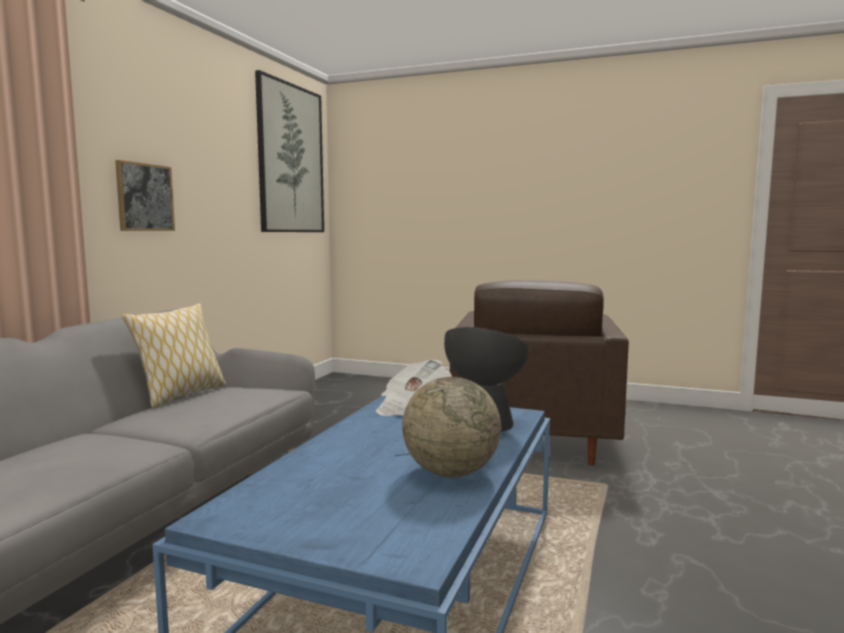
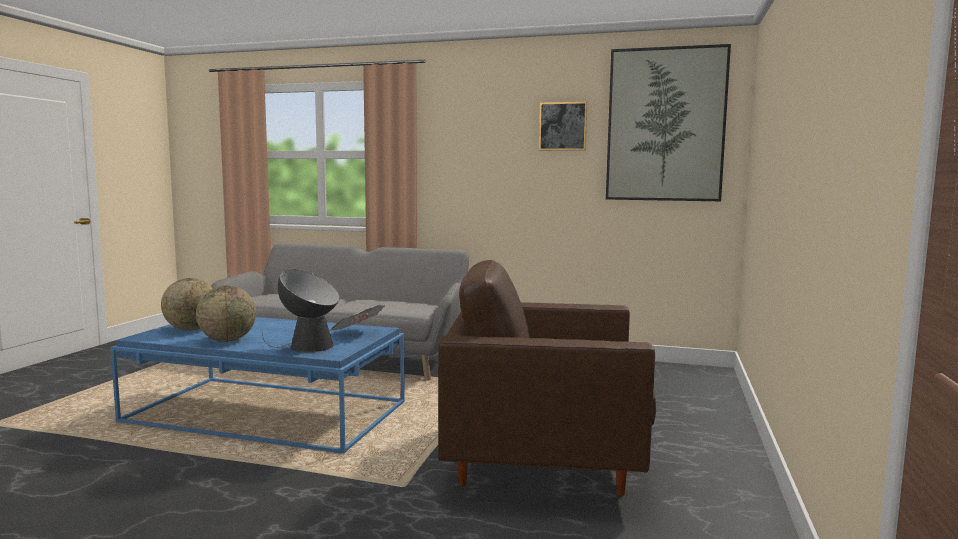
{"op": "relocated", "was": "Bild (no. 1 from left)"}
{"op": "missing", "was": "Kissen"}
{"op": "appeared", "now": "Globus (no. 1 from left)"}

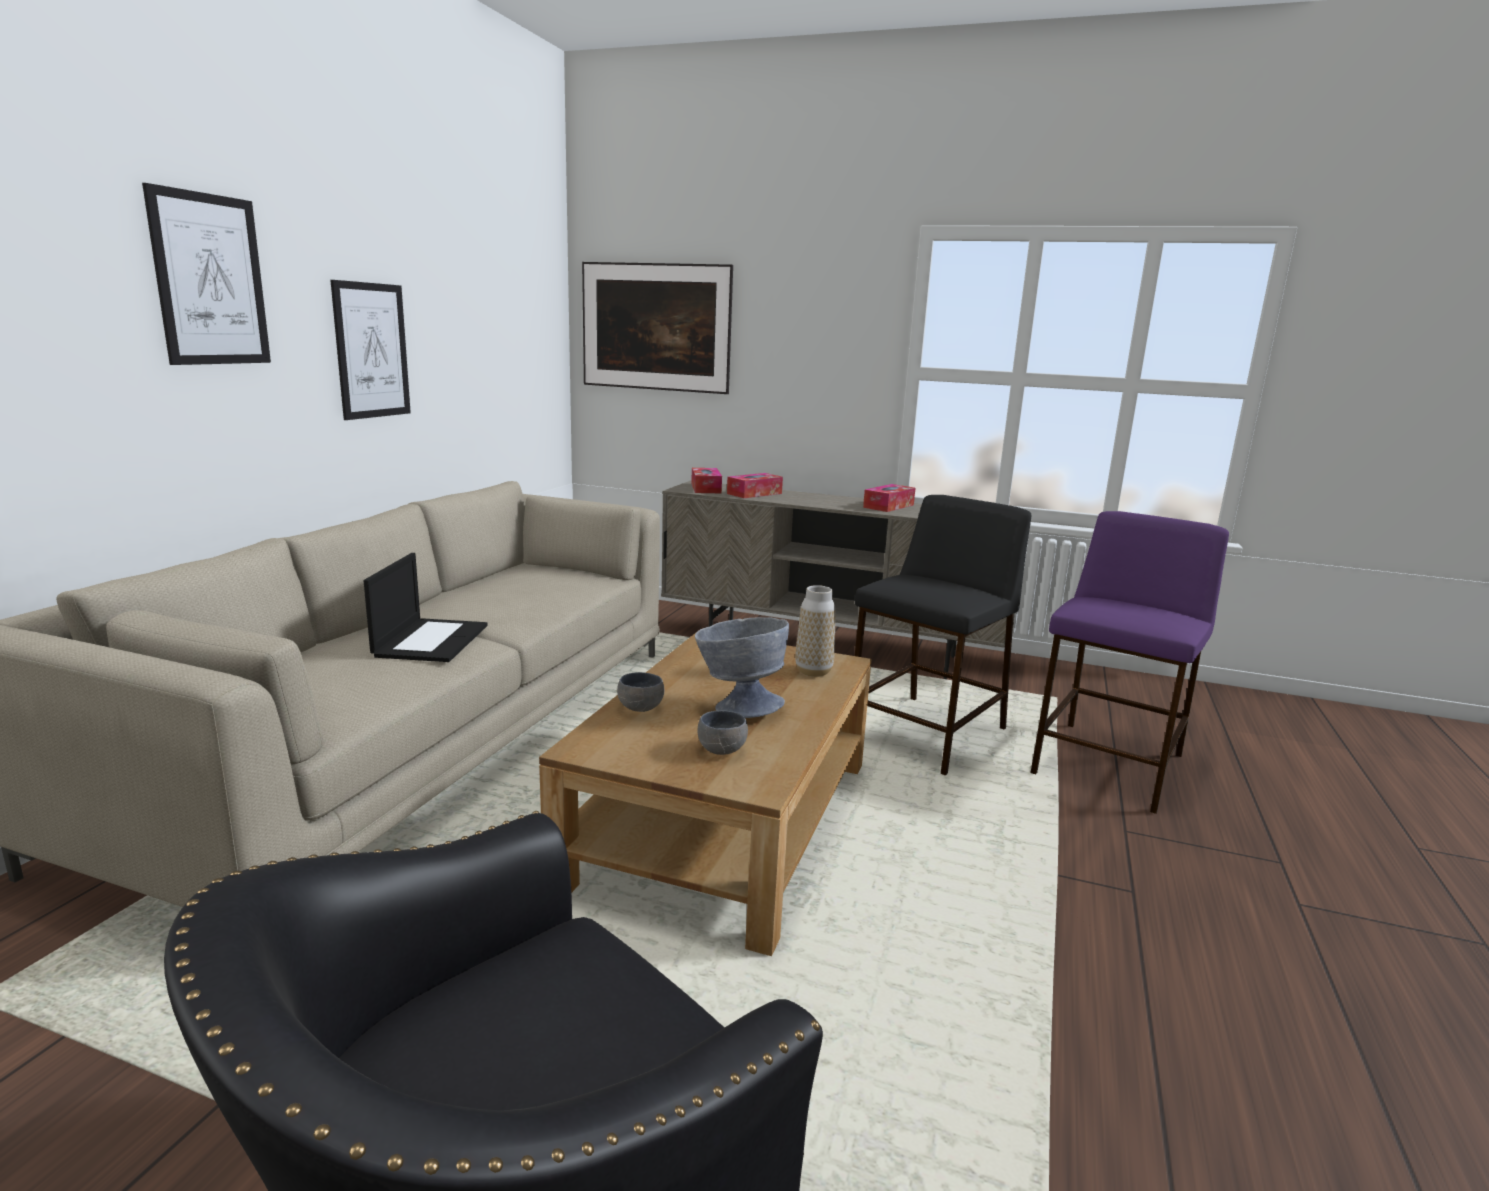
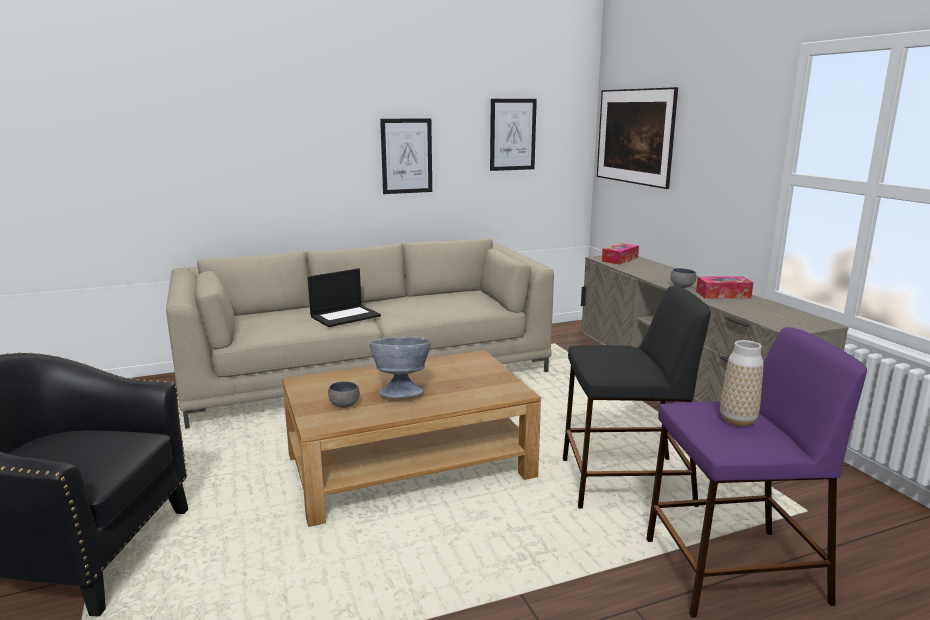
{"op": "relocated", "was": "Bild (no. 1 from left in the first image)", "now": "Bild (no. 2 from left)"}
{"op": "relocated", "was": "Schüssel [grau] (no. 1 from left in the first image)", "now": "Schüssel [grau] (no. 3 from left)"}
{"op": "missing", "was": "Taschentuchbox (no. 2 from left)"}
{"op": "relocated", "was": "Vase"}

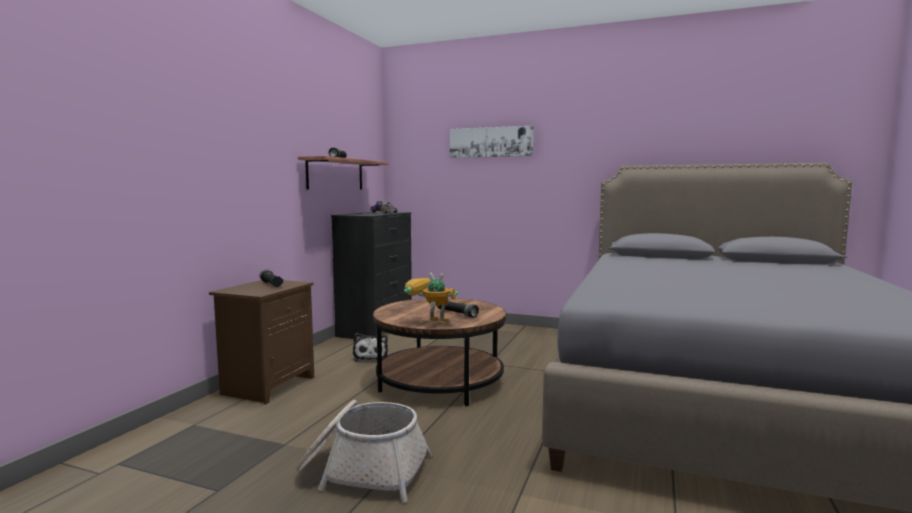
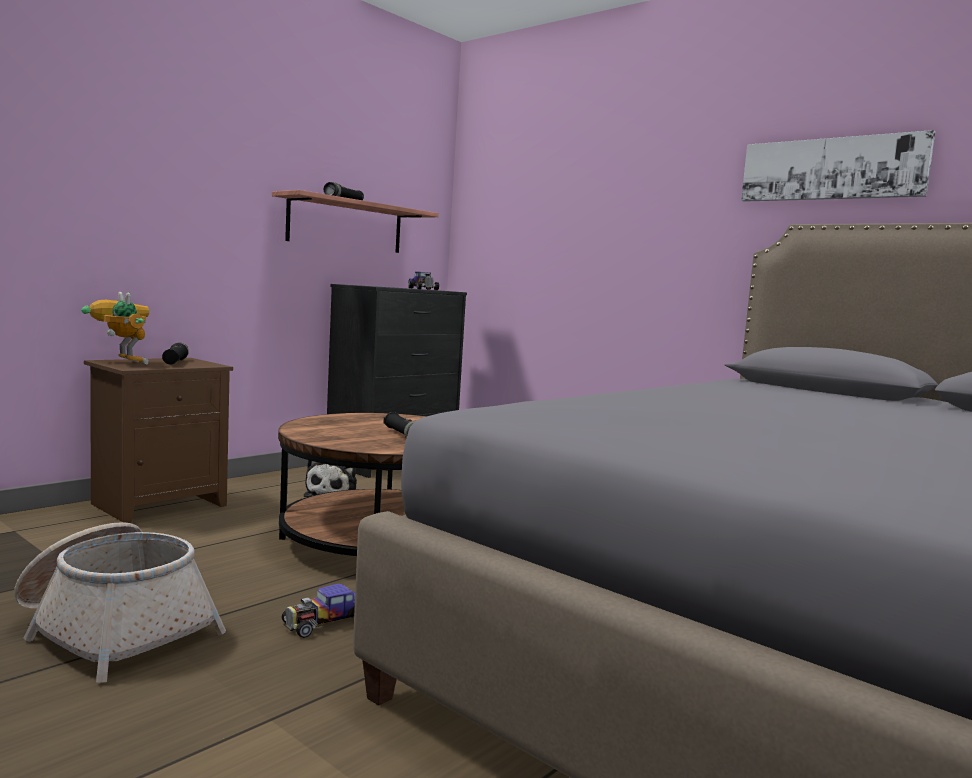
{"op": "relocated", "was": "Spielzeugroboter"}
{"op": "relocated", "was": "Bild"}
{"op": "appeared", "now": "Spielzeugauto (no. 1 from left)"}

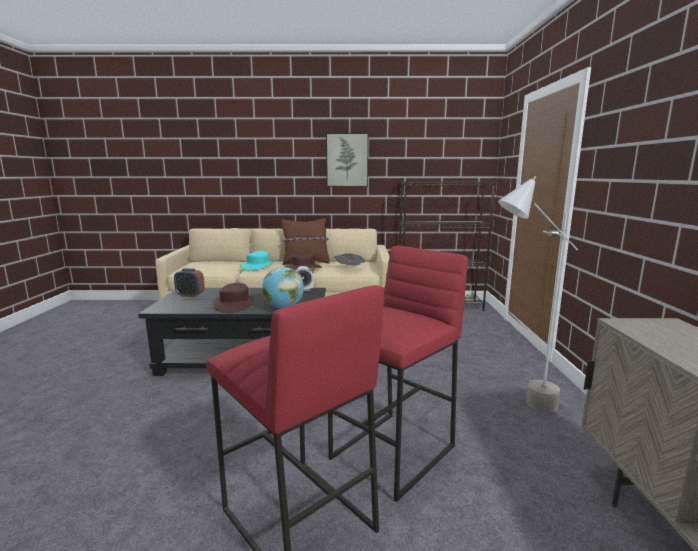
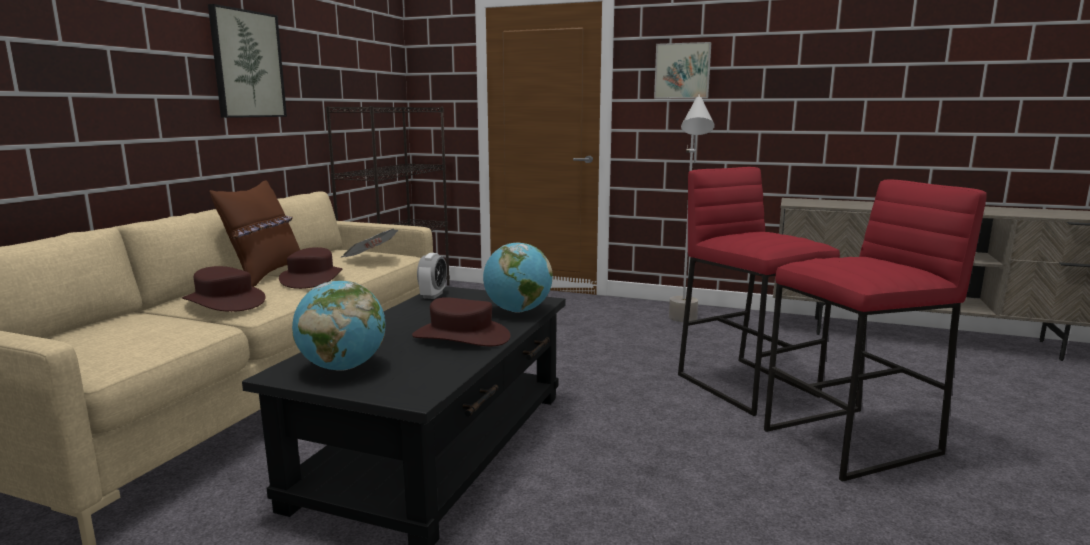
{"op": "exchanged", "was": "Wecker (no. 1 from left)", "now": "Globus (no. 1 from left)"}
{"op": "colour", "was": "Hut [türkis]", "now": "Hut [braun] (no. 1 from left)"}
{"op": "appeared", "now": "Bild (no. 2 from left)"}

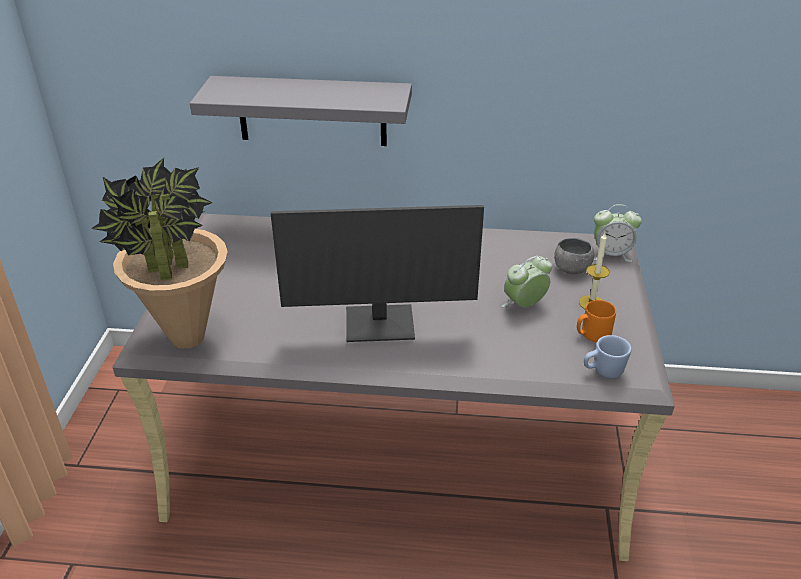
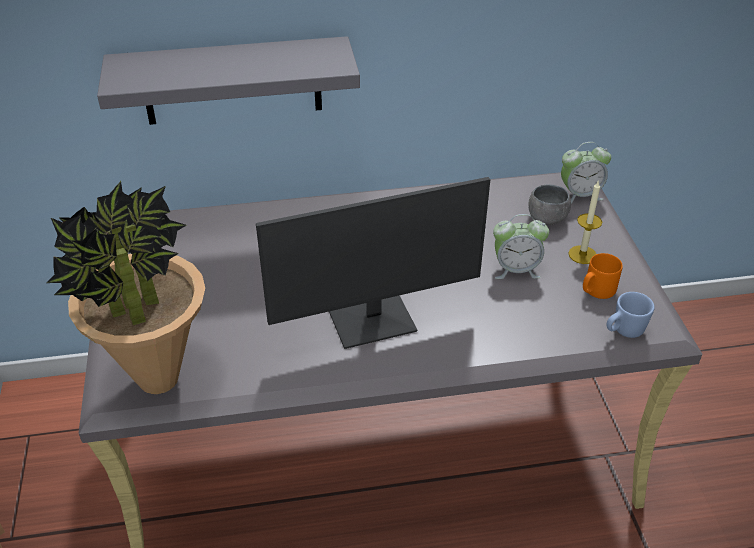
{"op": "spun", "was": "Wecker (no. 1 from left)", "clockwise": -135}

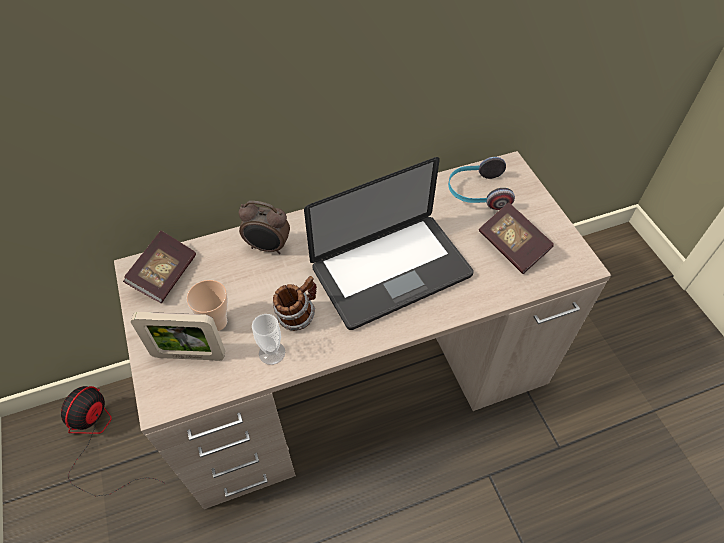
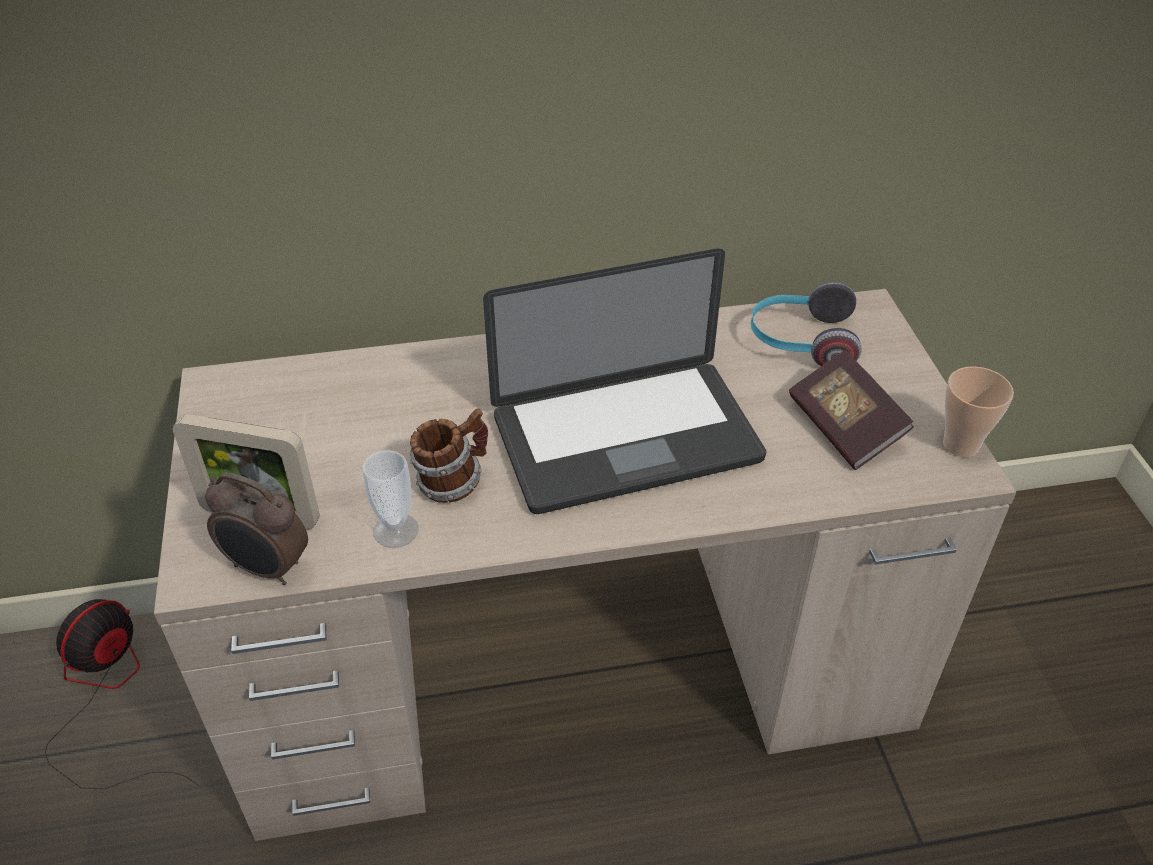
{"op": "missing", "was": "Buch (no. 1 from left)"}
{"op": "relocated", "was": "Tasse (no. 1 from left in the first image)", "now": "Tasse (no. 2 from left)"}
{"op": "relocated", "was": "Wecker"}

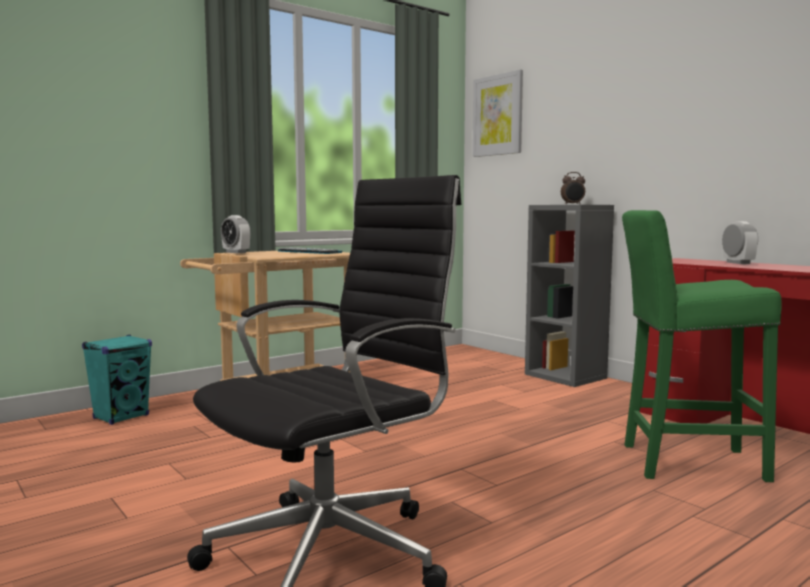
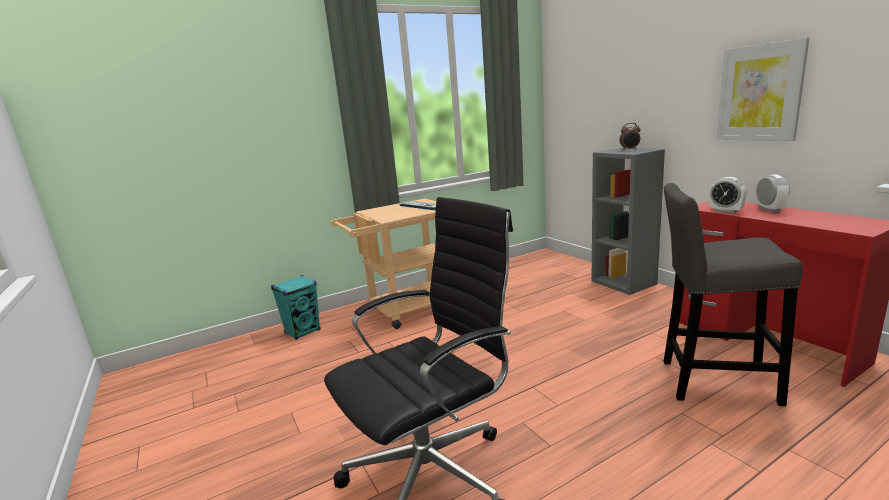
{"op": "relocated", "was": "Wecker (no. 1 from left in the first image)", "now": "Wecker (no. 2 from left)"}
{"op": "relocated", "was": "Bild"}
{"op": "colour", "was": "Hocker [grün]", "now": "Hocker [grau]"}

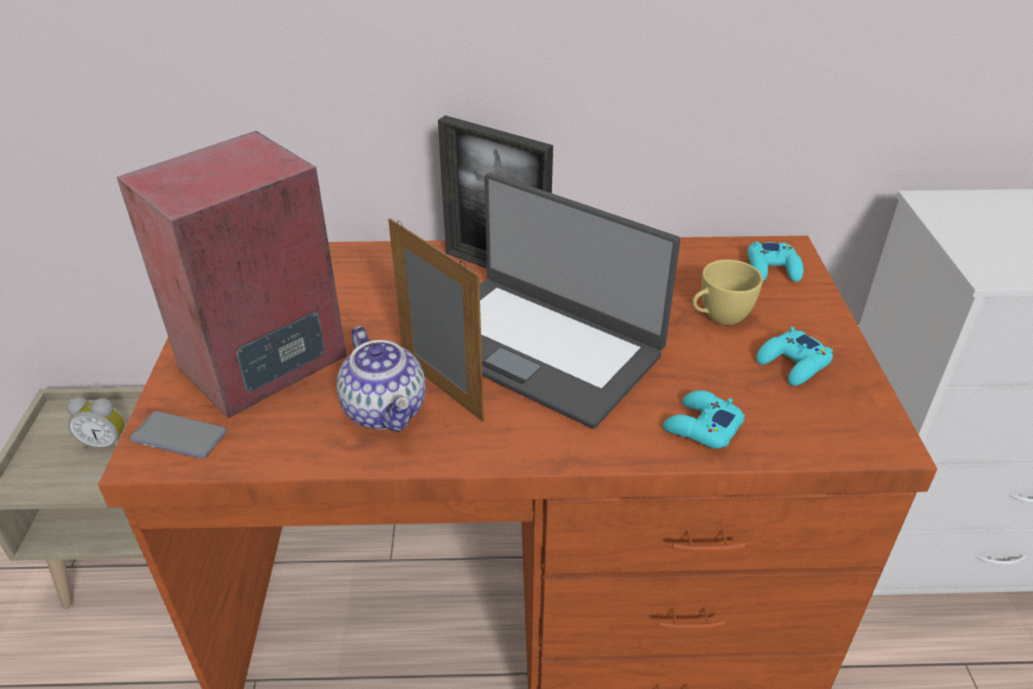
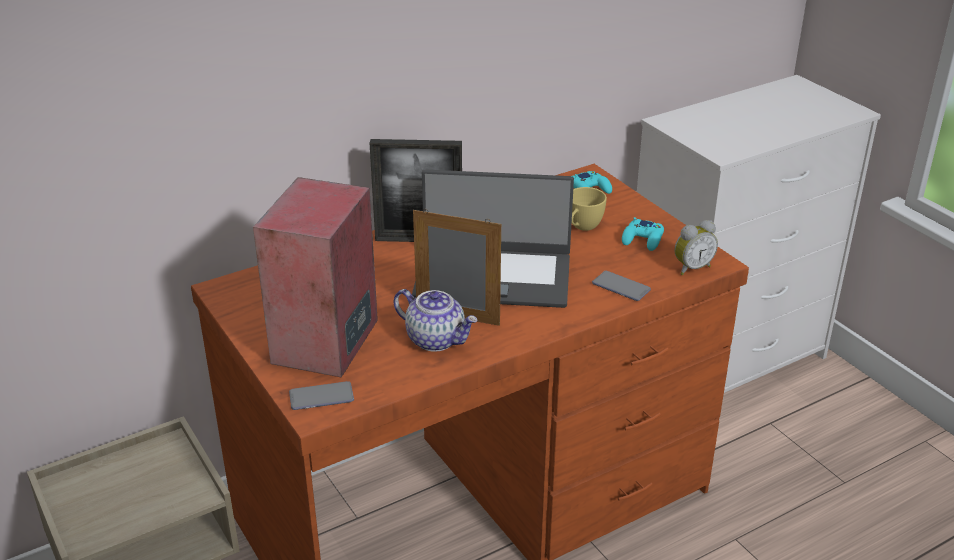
{"op": "relocated", "was": "Wecker"}
{"op": "exchanged", "was": "Gamepad [türkis] (no. 1 from left)", "now": "Handy (no. 2 from left)"}

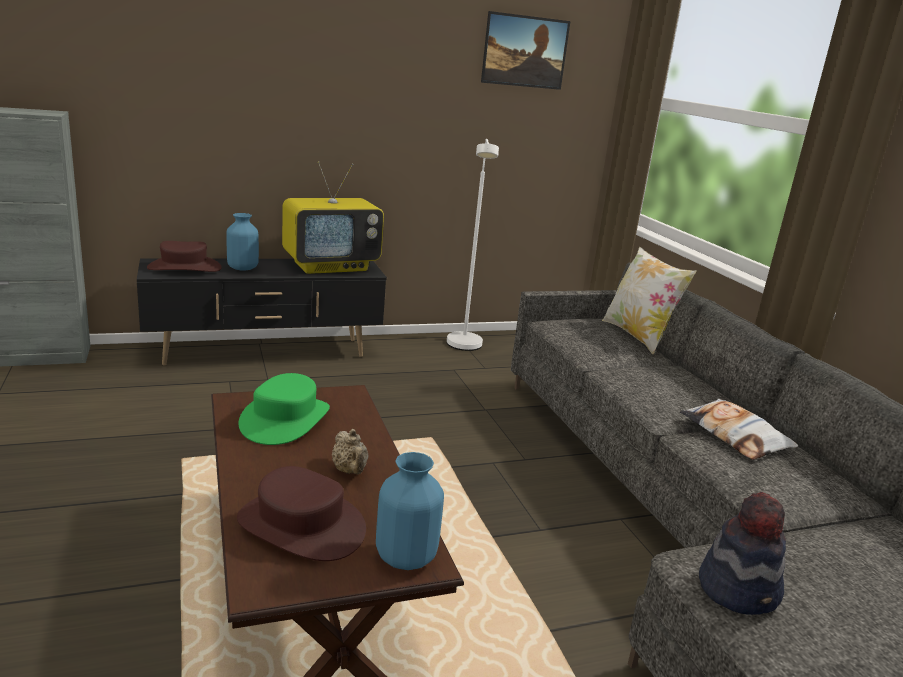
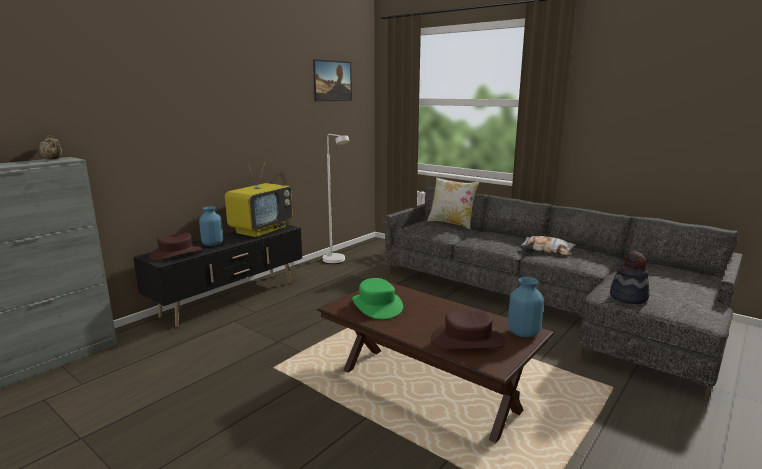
{"op": "relocated", "was": "Teekanne [beige]"}

